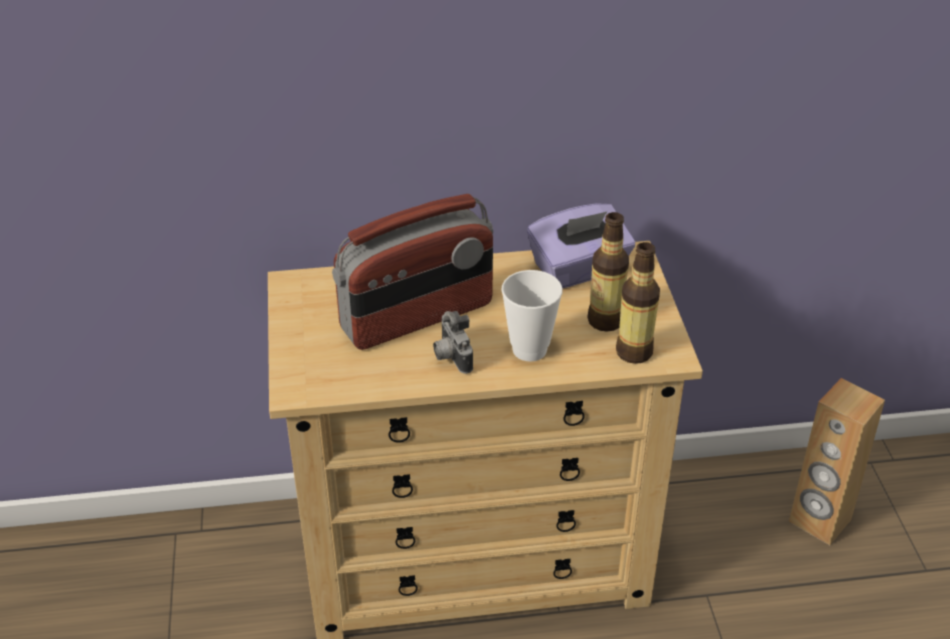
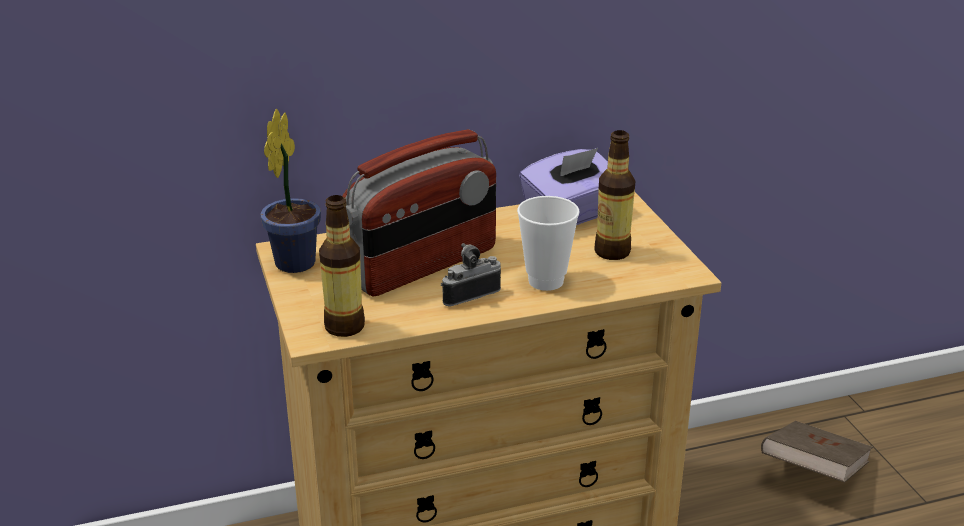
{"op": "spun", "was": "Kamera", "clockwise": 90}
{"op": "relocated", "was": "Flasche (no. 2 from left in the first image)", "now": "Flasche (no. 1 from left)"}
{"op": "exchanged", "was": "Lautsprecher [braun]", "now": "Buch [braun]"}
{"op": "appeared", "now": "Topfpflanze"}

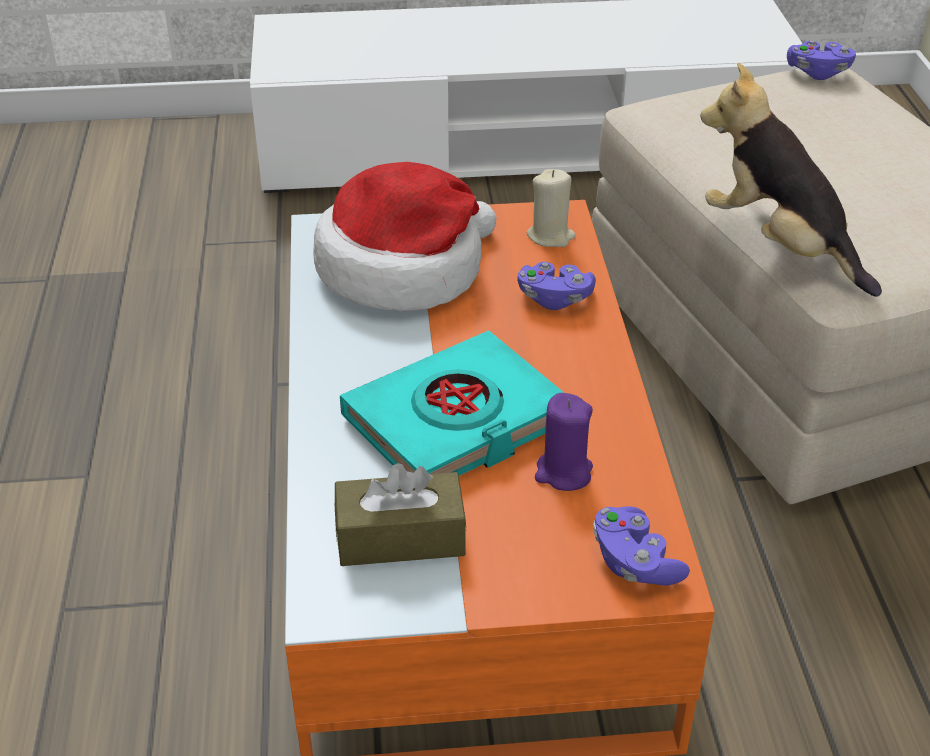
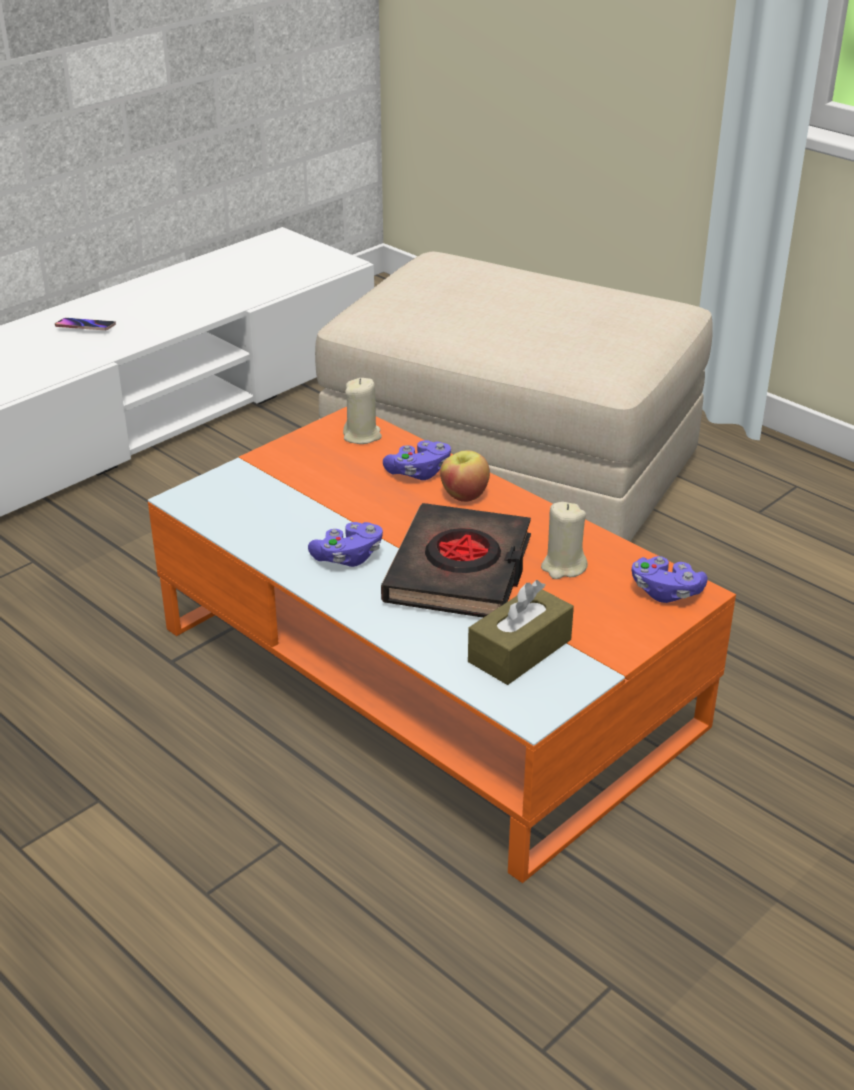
{"op": "missing", "was": "Hut"}
{"op": "colour", "was": "Buch [türkis]", "now": "Buch [schwarz]"}
{"op": "colour", "was": "Kerze [lila]", "now": "Kerze [beige] (no. 2 from left)"}
{"op": "missing", "was": "Plüschtier"}
{"op": "relocated", "was": "Gamepad [lila] (no. 3 from left in the first image)", "now": "Gamepad [lila] (no. 1 from left)"}
{"op": "appeared", "now": "Handy"}
{"op": "appeared", "now": "Apfel"}

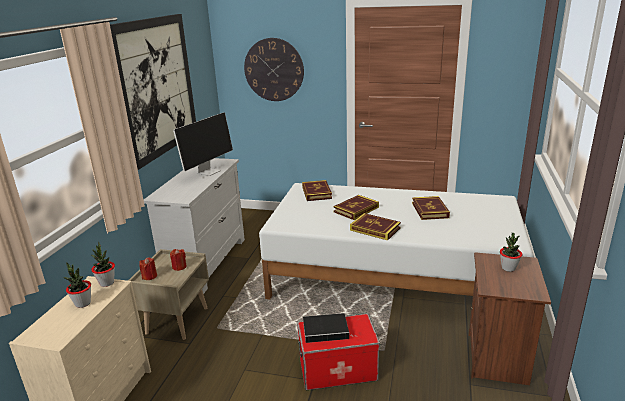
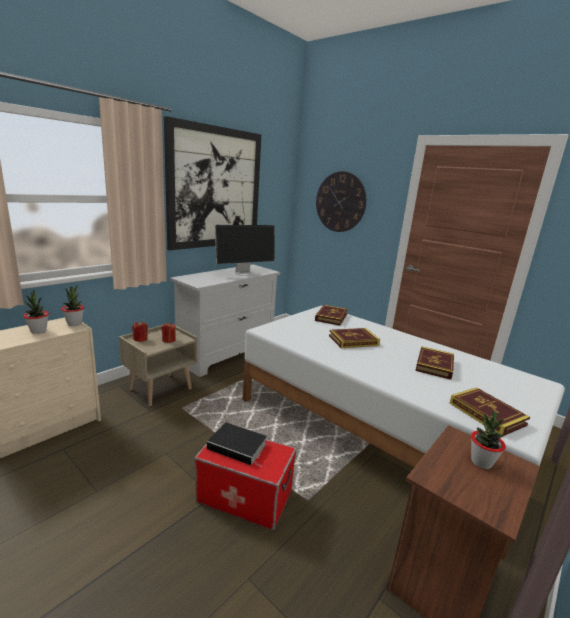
{"op": "relocated", "was": "Buch (no. 4 from left in the first image)", "now": "Buch (no. 5 from left)"}

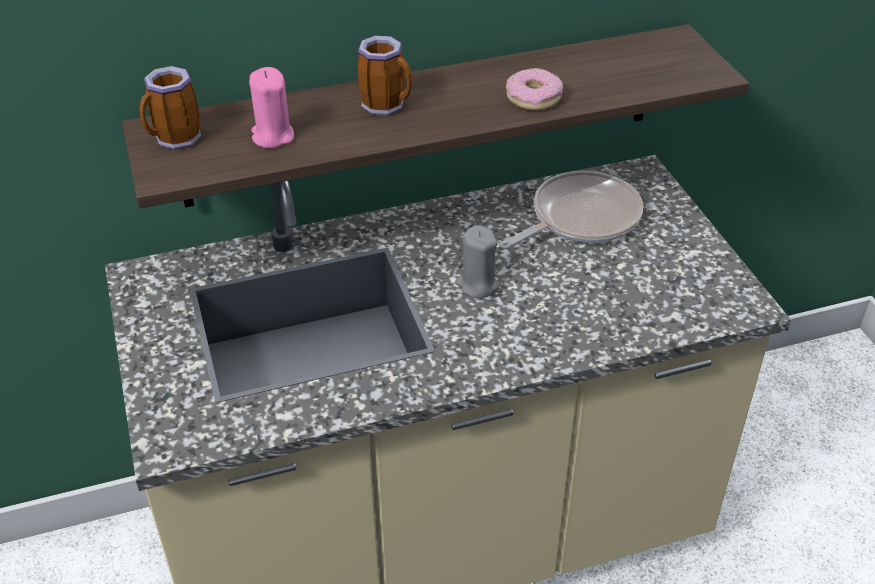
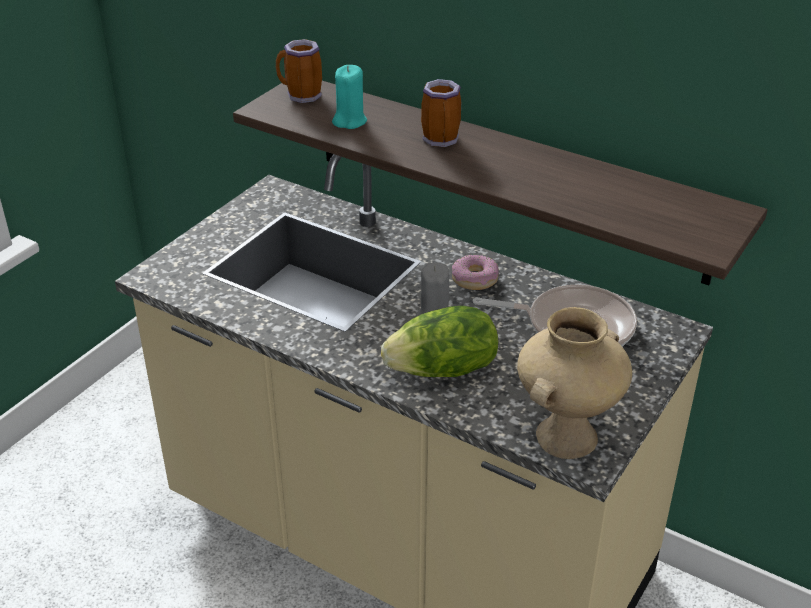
{"op": "colour", "was": "Kerze [rosa]", "now": "Kerze [türkis]"}
{"op": "relocated", "was": "Donut"}
{"op": "appeared", "now": "Salatkopf"}
{"op": "appeared", "now": "Vase [beige]"}

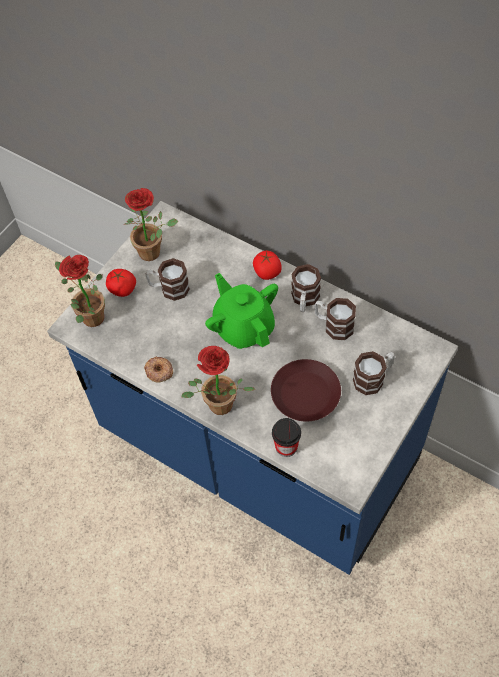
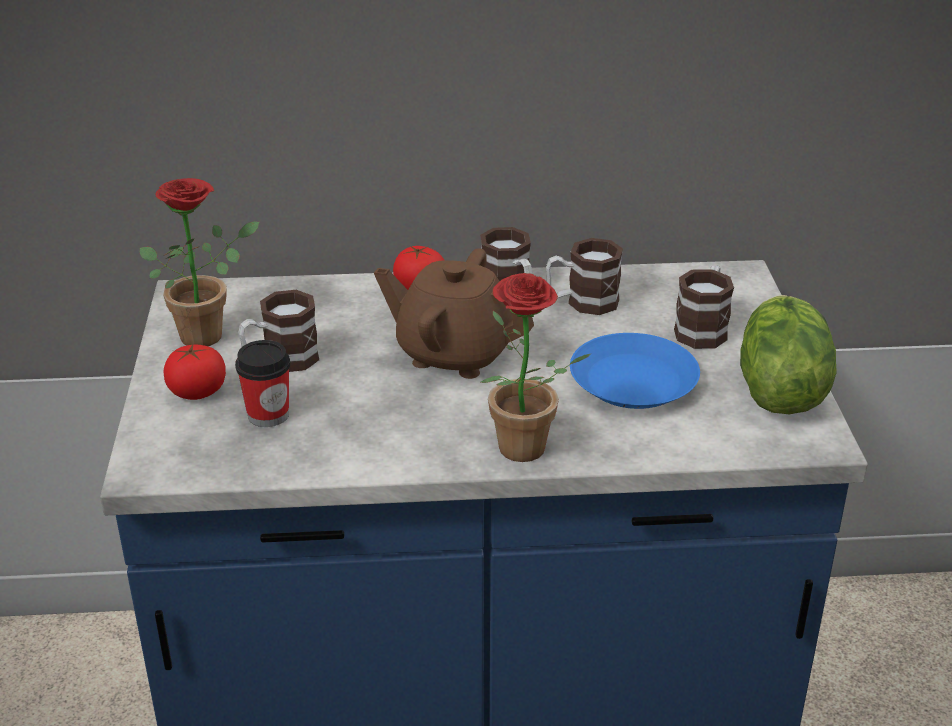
{"op": "missing", "was": "Topfpflanze (no. 1 from left)"}
{"op": "missing", "was": "Donut"}
{"op": "colour", "was": "Teekanne [grün]", "now": "Teekanne [braun]"}
{"op": "colour", "was": "Teller [braun]", "now": "Teller [blau]"}
{"op": "relocated", "was": "Tasse"}
{"op": "appeared", "now": "Salatkopf"}

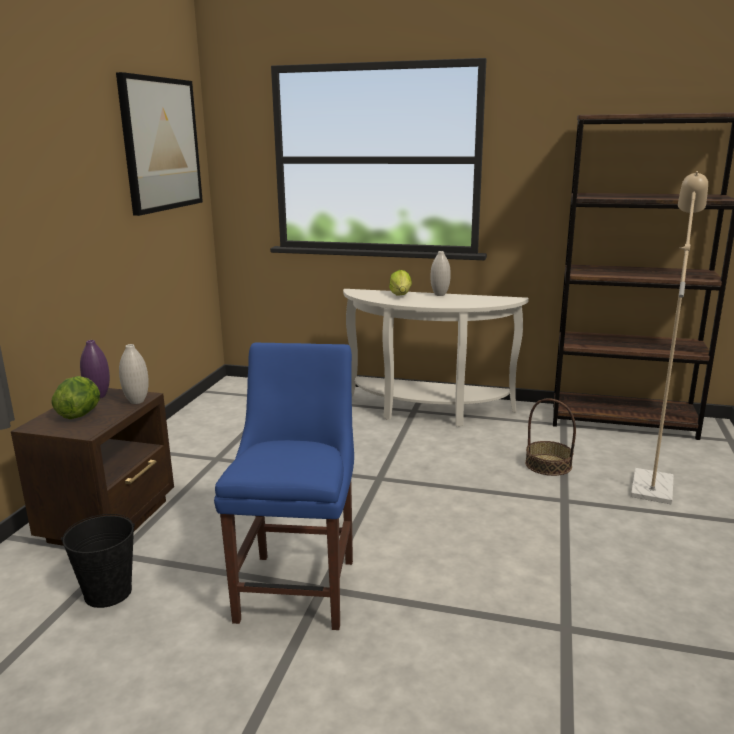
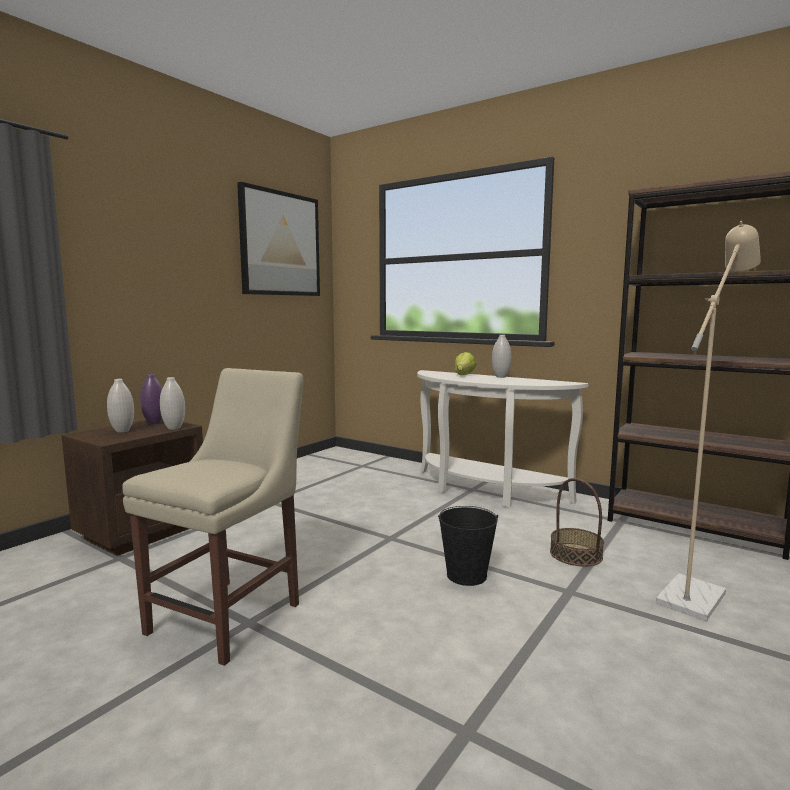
{"op": "exchanged", "was": "Salatkopf (no. 1 from left)", "now": "Vase [weiß] (no. 1 from left)"}
{"op": "relocated", "was": "Eimer [schwarz]"}
{"op": "colour", "was": "Stuhl [blau]", "now": "Stuhl [beige]"}

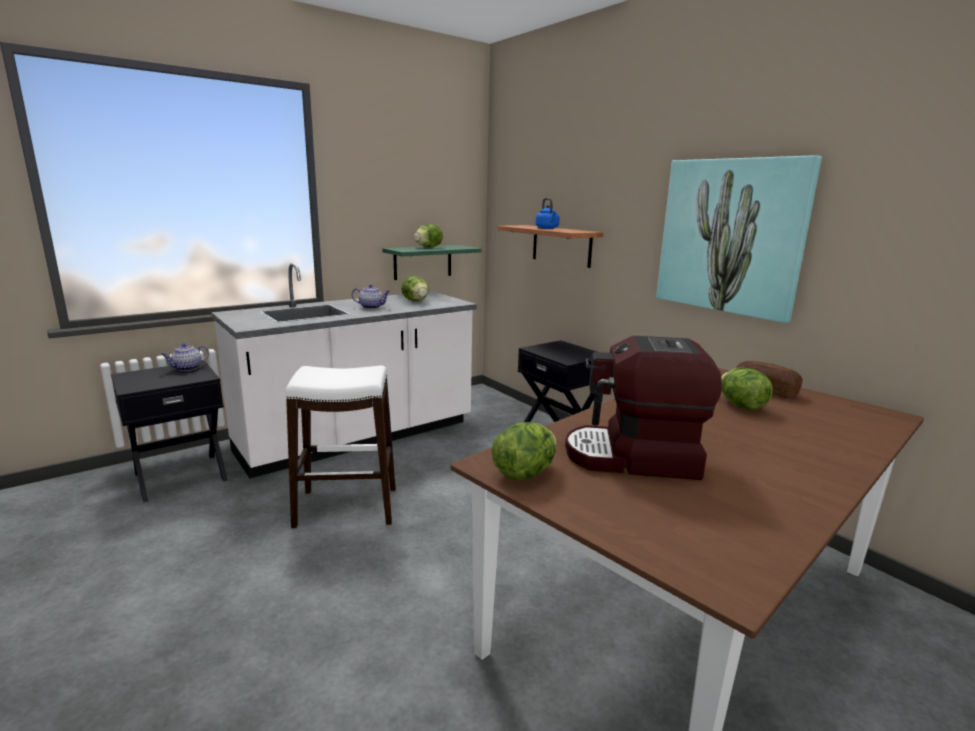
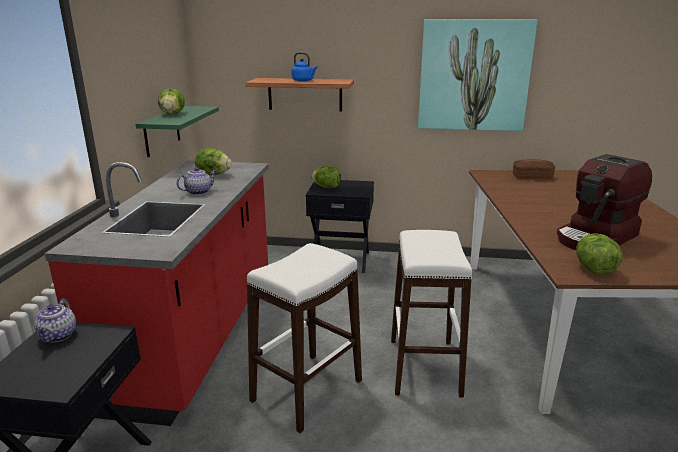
{"op": "colour", "was": "Küchenzeile [weiß]", "now": "Küchenzeile [rot]"}
{"op": "relocated", "was": "Salatkopf (no. 4 from left in the first image)", "now": "Salatkopf (no. 3 from left)"}
{"op": "appeared", "now": "Hocker [weiß] (no. 2 from left)"}

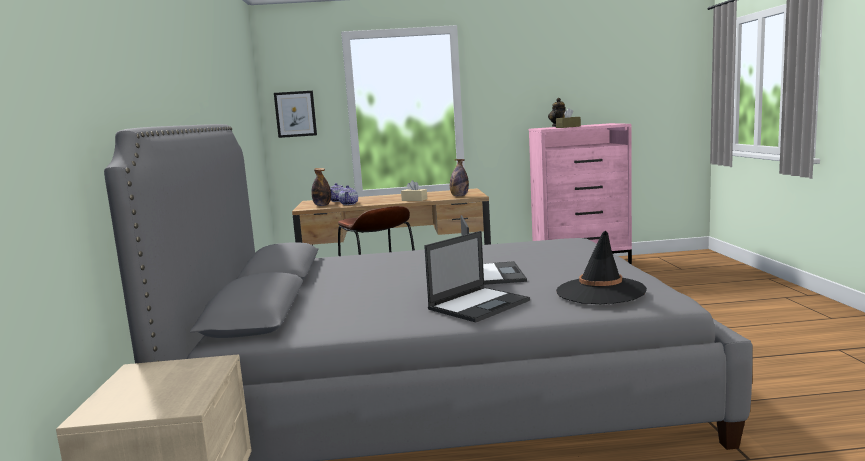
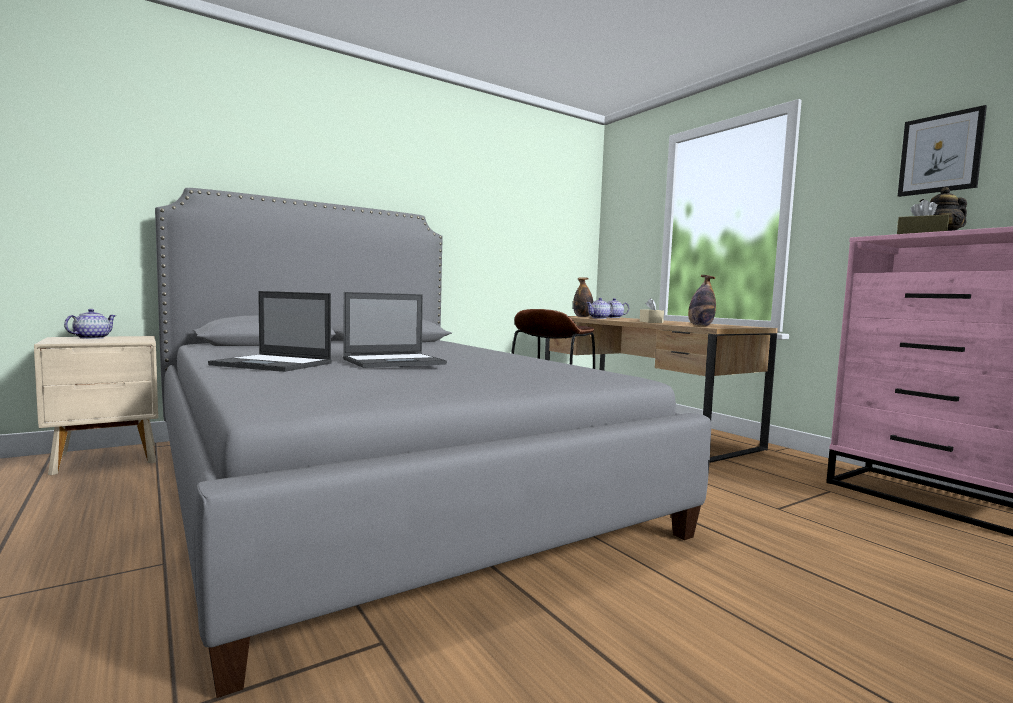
{"op": "relocated", "was": "Bild"}
{"op": "missing", "was": "Hut [schwarz]"}
{"op": "appeared", "now": "Teekanne (no. 1 from left)"}

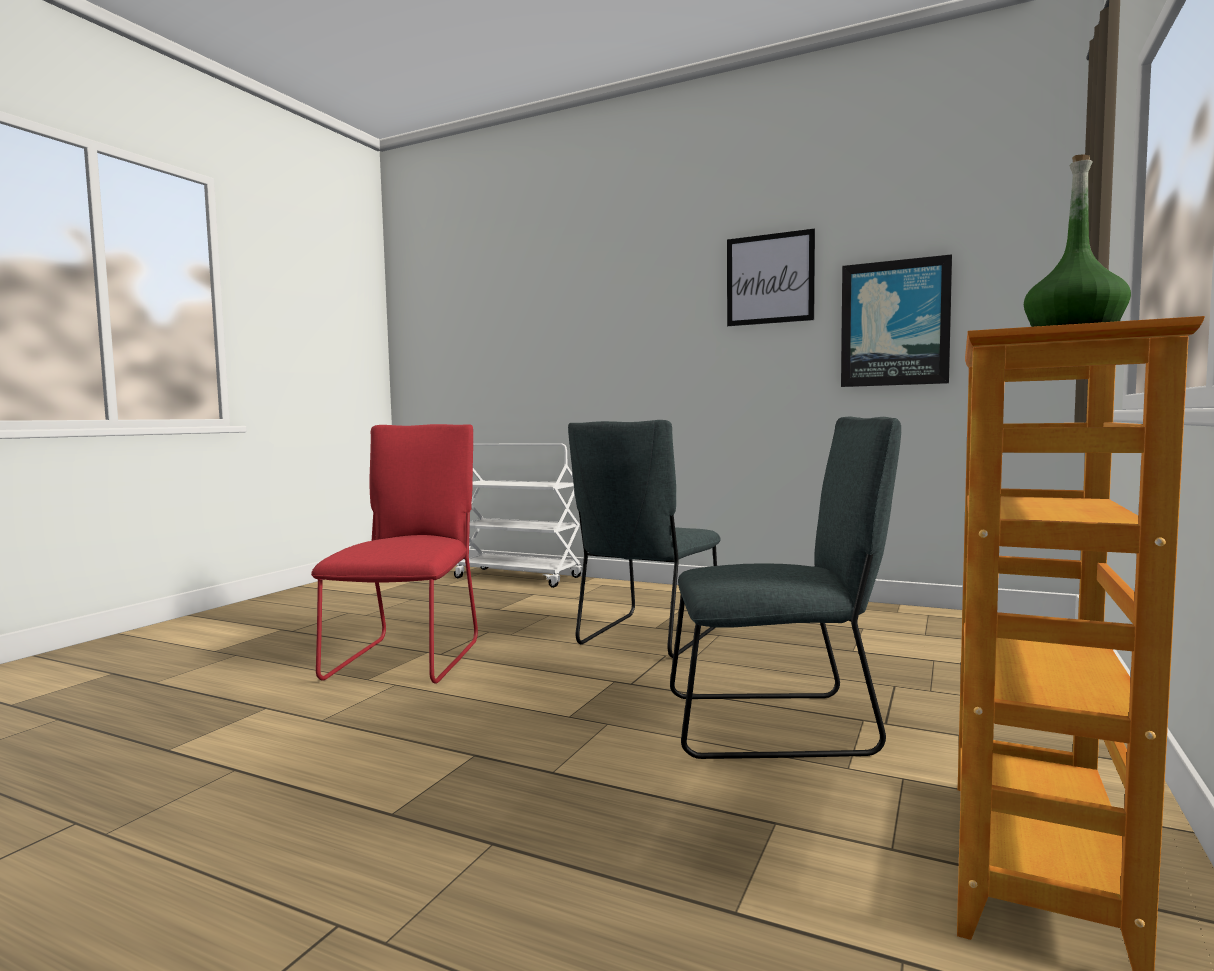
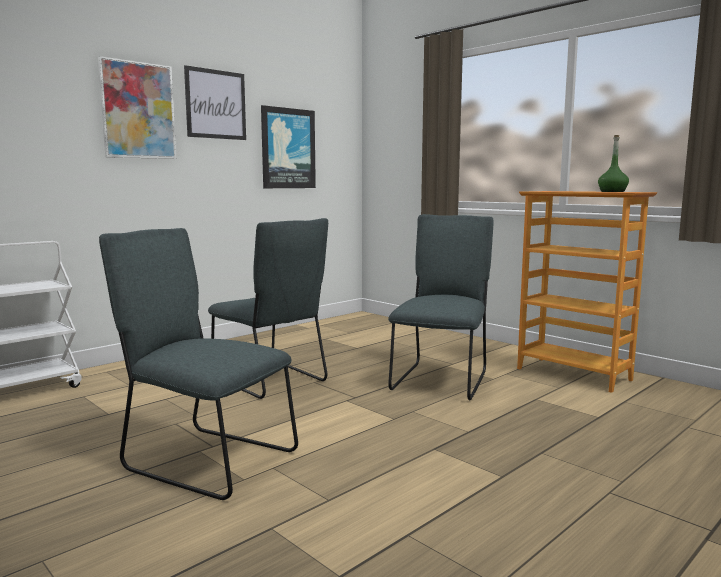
{"op": "colour", "was": "Stuhl [rot]", "now": "Stuhl [grau] (no. 1 from left)"}
{"op": "appeared", "now": "Bild (no. 1 from left)"}

